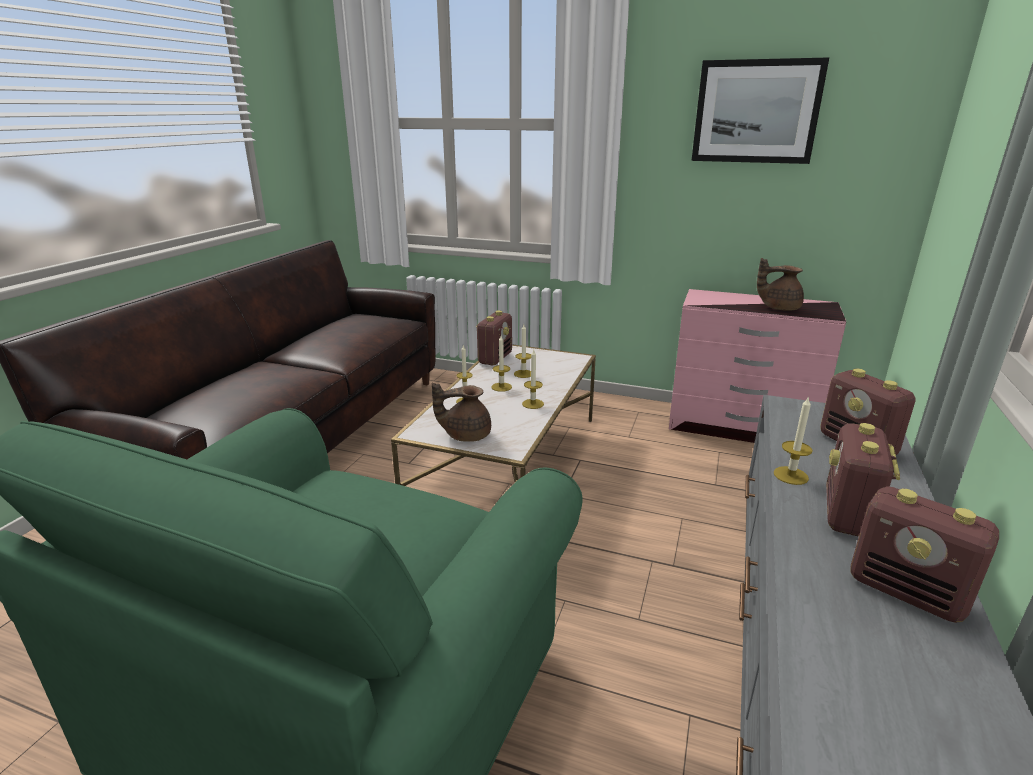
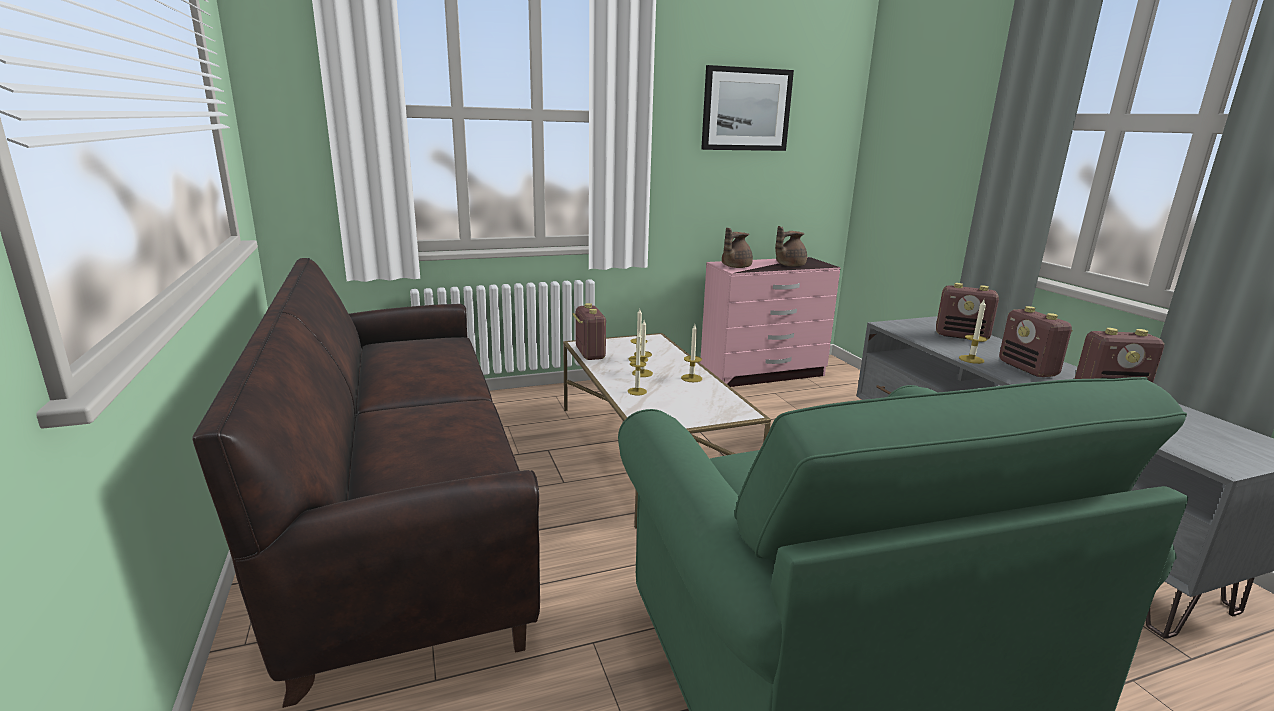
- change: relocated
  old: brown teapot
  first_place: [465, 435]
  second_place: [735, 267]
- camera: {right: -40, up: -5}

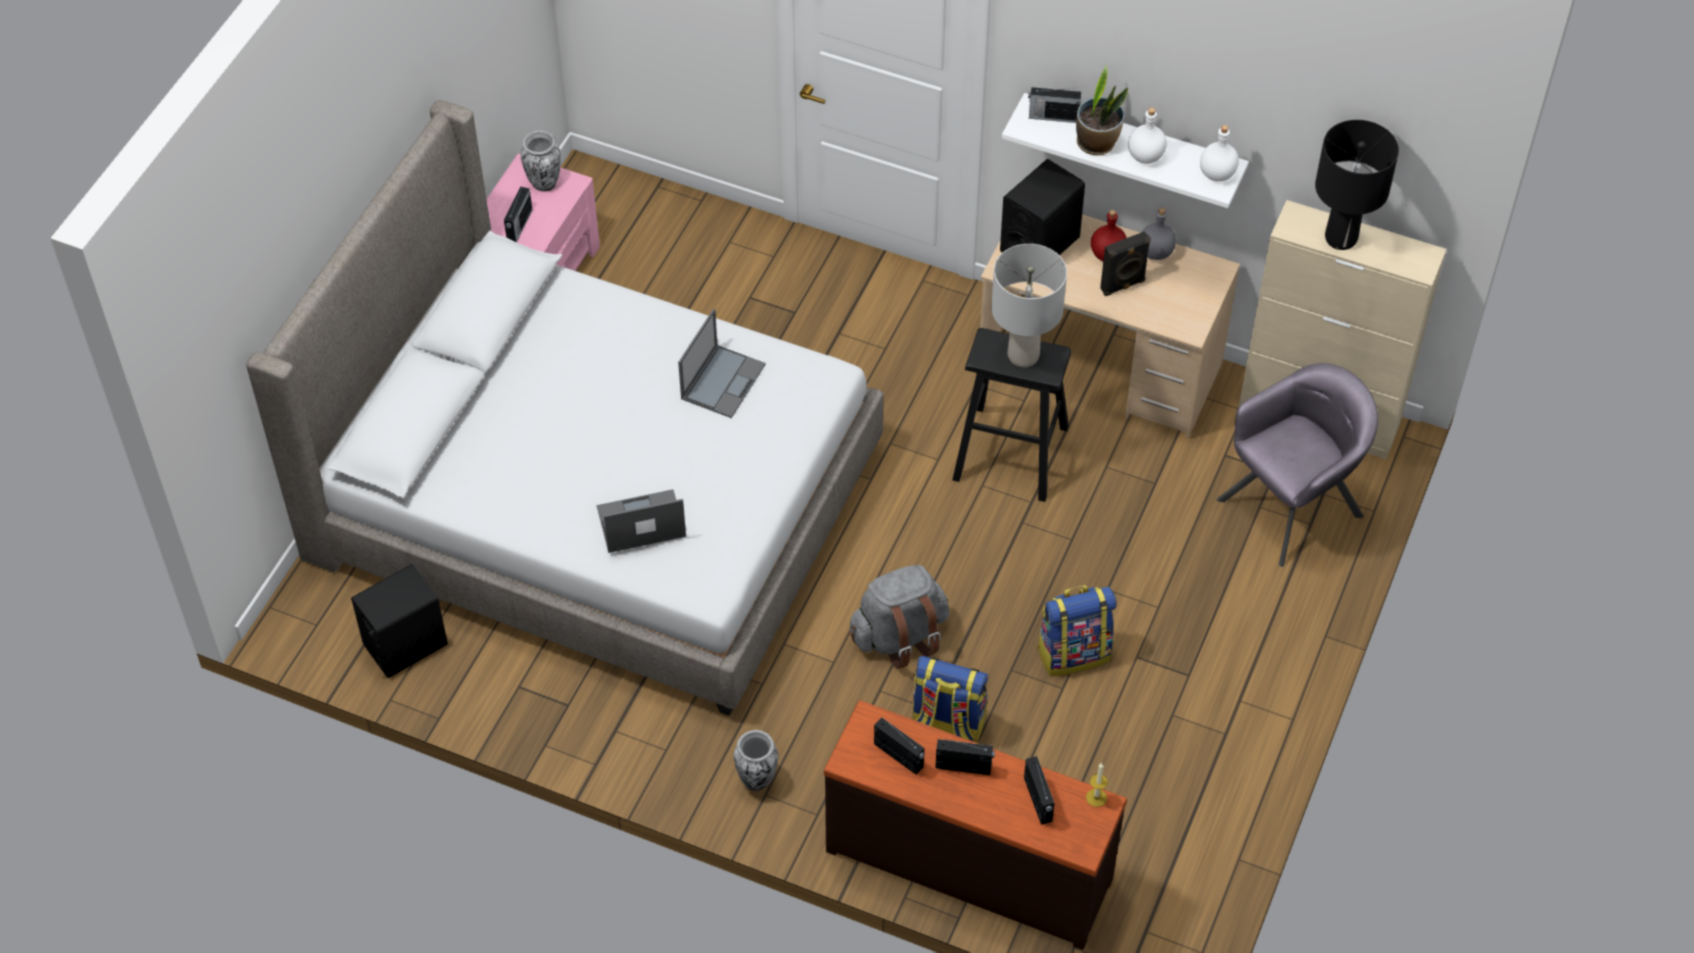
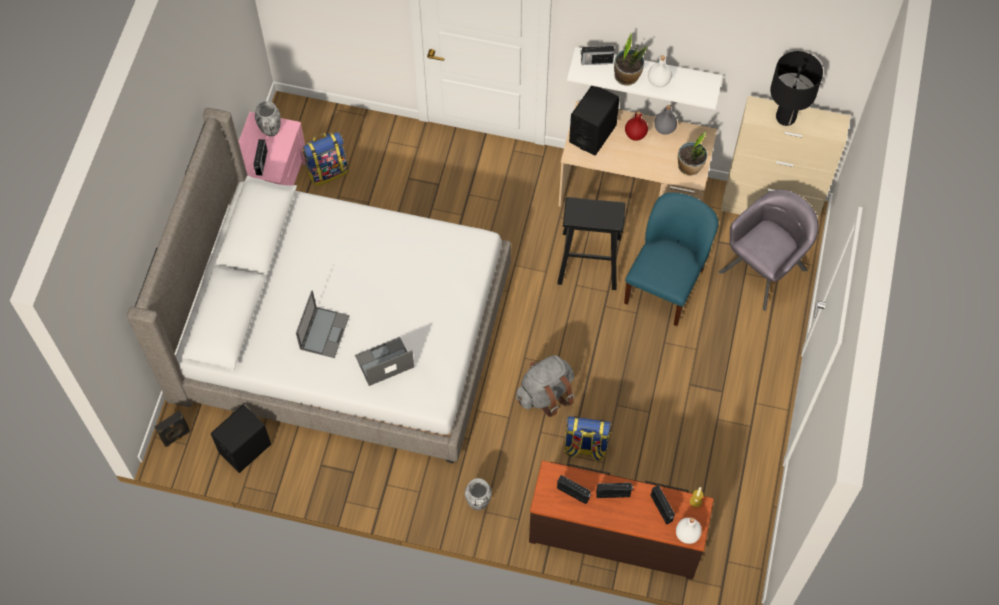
- change: relocated
  old: laptop
  first_place: [723, 380]
  second_place: [324, 332]
- change: missing
  old: grey table lamp
  first_place: [1023, 355]
- change: relocated
  old: backpack
  first_place: [1074, 653]
  second_place: [327, 171]
- change: relocated
  old: black speaker
  first_place: [1123, 286]
  second_place: [176, 437]
- change: relocated
  old: white bottle
  first_place: [1217, 173]
  second_place: [687, 534]
- change: appeared
  new: blue chair
  second_place: [665, 285]
- change: appeared
  new: potted plant
  second_place: [690, 167]
- camera: {right: -10, up: 10}

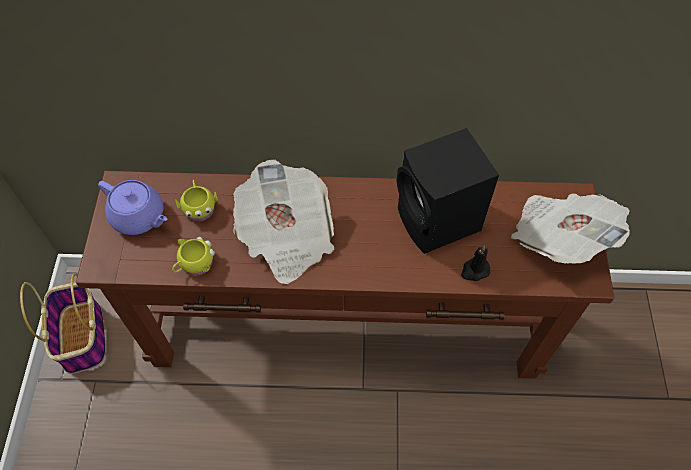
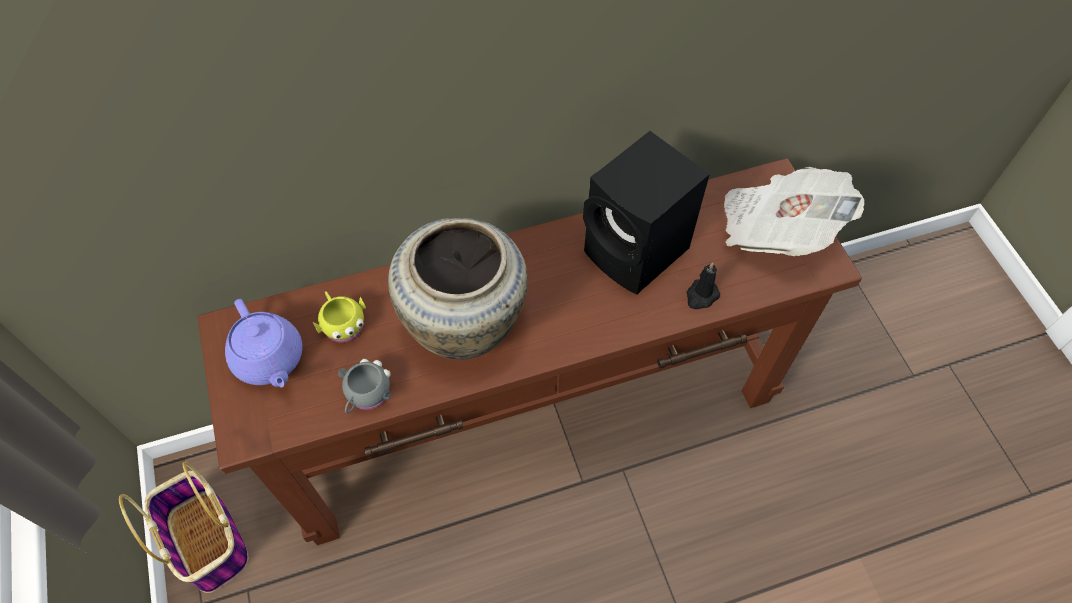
- change: spun
  old: purple teapot
  first_place: [139, 217]
  second_place: [269, 359]
  degrees: 45
- change: colour
  old: yellow mug
  new: grey mug
  first_place: [194, 264]
  second_place: [366, 395]
- change: exchanged
  old: newspaper
  new: beige vase
  first_place: [286, 237]
  second_place: [466, 326]
- camera: {right: -20, up: 0}

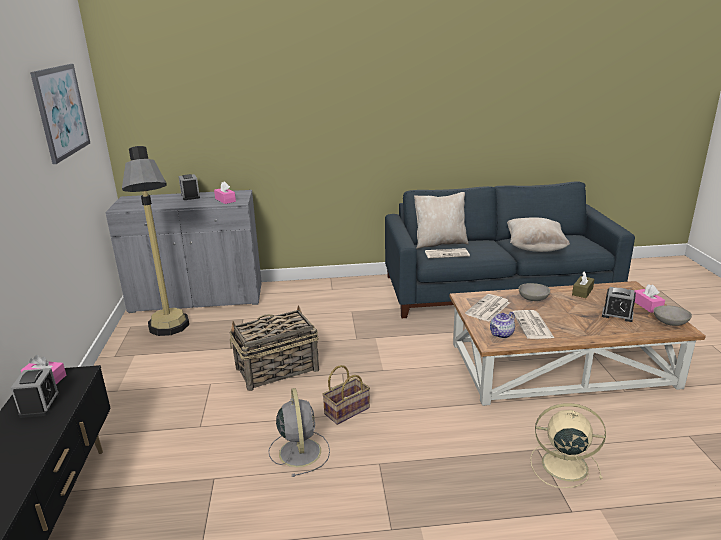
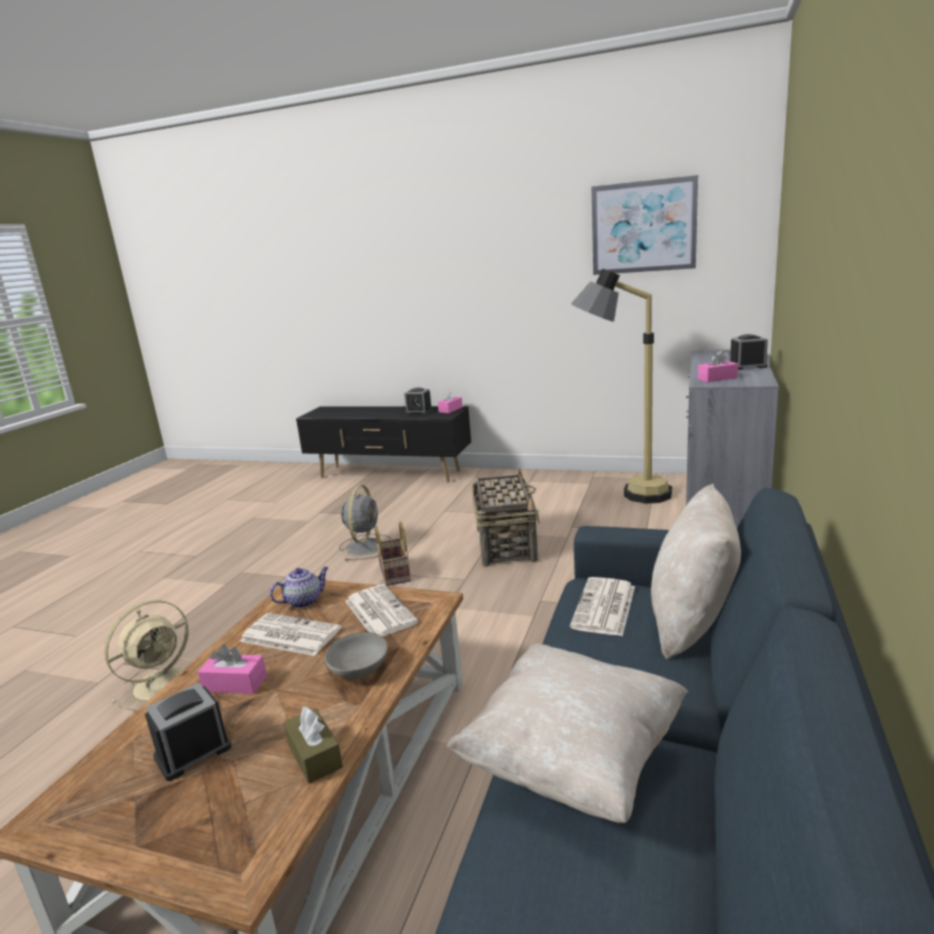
- change: spun
  old: grey fan
  first_place: [299, 451]
  second_place: [366, 546]
  degrees: -90
- change: spun
  old: teapot
  first_place: [501, 334]
  second_place: [304, 601]
  degrees: 75
- change: relocated
  old: pink tissue box
  first_place: [647, 305]
  second_place: [235, 683]
- change: missing
  old: grey bowl
  first_place: [670, 323]
- camera: {right: 115, up: -5}

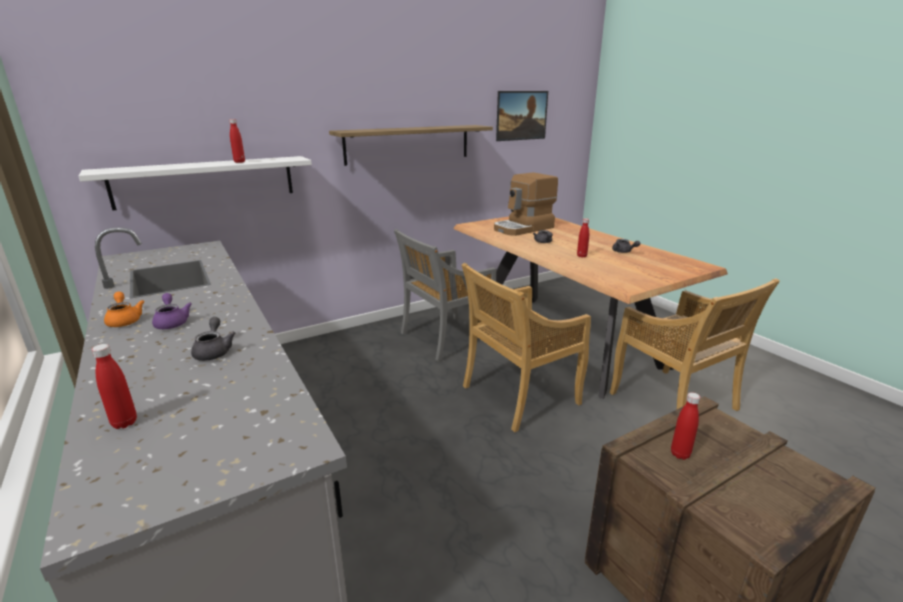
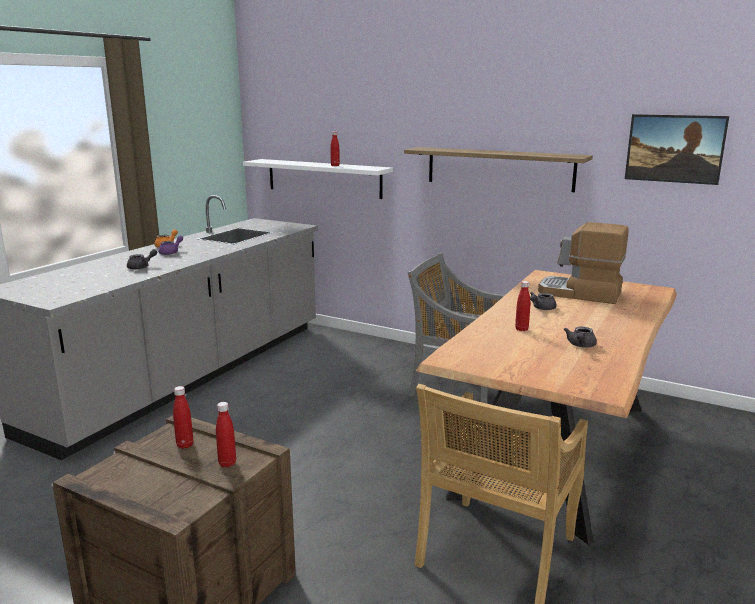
- change: relocated
  old: red bottle
  first_place: [124, 423]
  second_place: [227, 463]
- change: missing
  old: beige chair
  first_place: [518, 396]
- camera: {right: 60, up: -5}

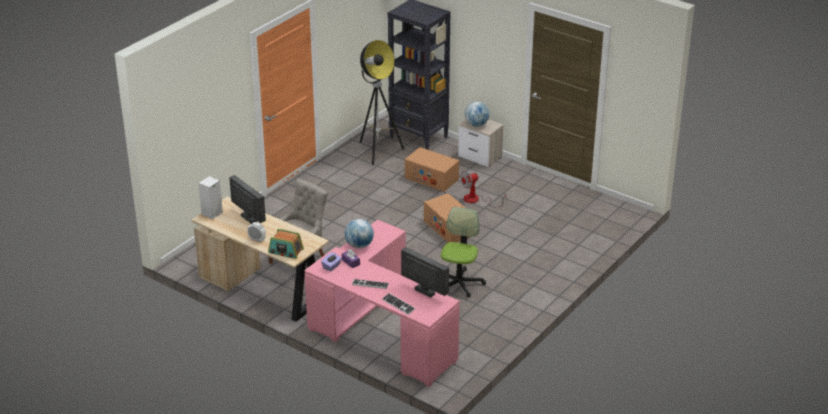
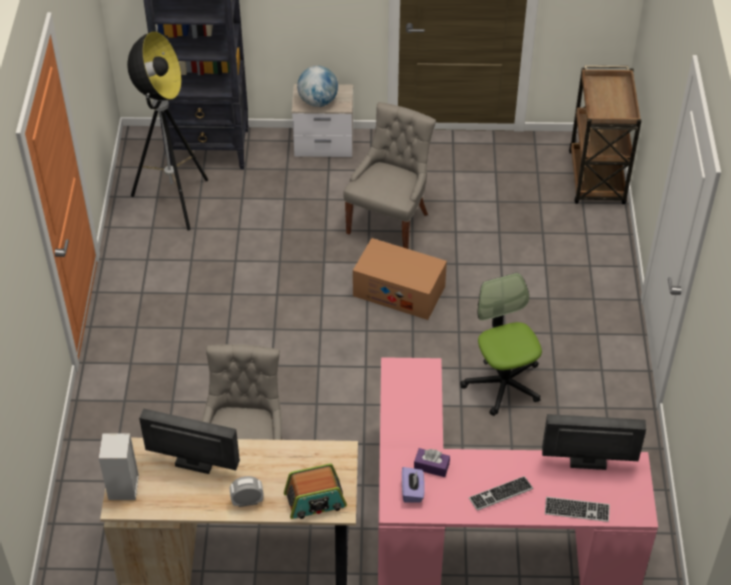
- change: missing
  old: globe
  first_place: [359, 245]
- change: missing
  old: cardboard box
  first_place: [431, 178]
- change: exchanged
  old: fan
  new: grey chair
  first_place: [477, 200]
  second_place: [390, 222]
- change: appeared
  new: brown cart
  second_place: [597, 179]
- camera: {right: -35, up: 15}

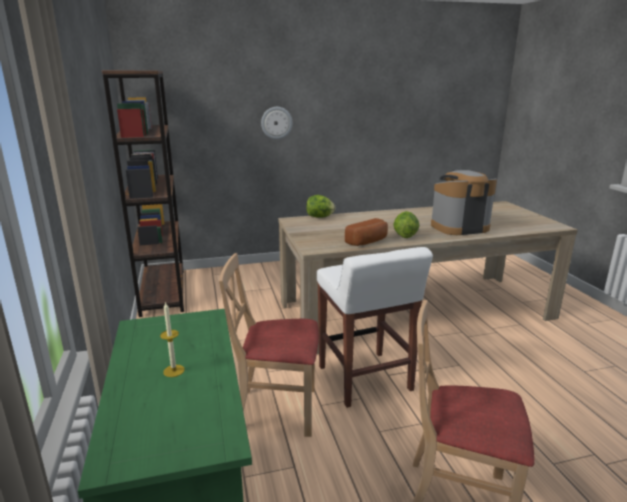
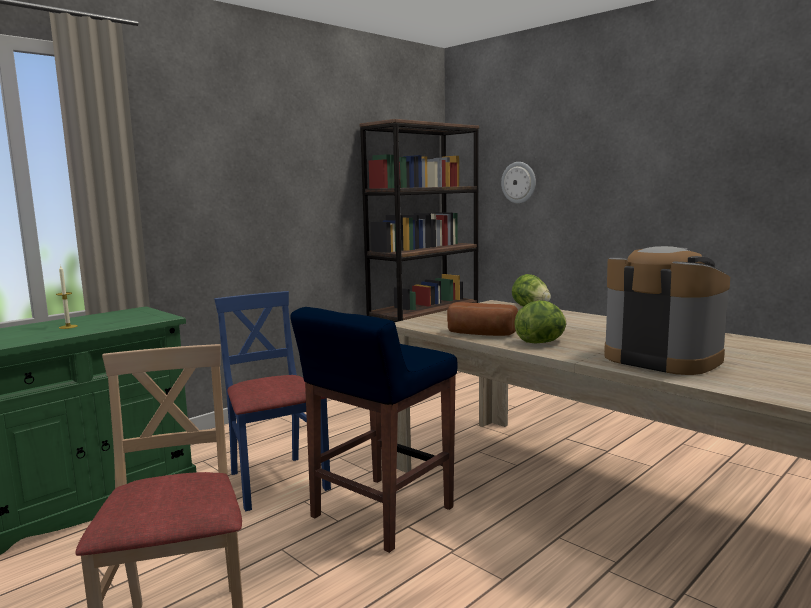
- change: colour
  old: beige chair
  new: blue chair
  first_place: [277, 410]
  second_place: [277, 481]
- change: relocated
  old: wall clock
  first_place: [276, 123]
  second_place: [519, 182]
- change: colour
  old: white stool
  new: blue stool
  first_place: [365, 379]
  second_place: [380, 513]
- camera: {right: 60, up: -10}

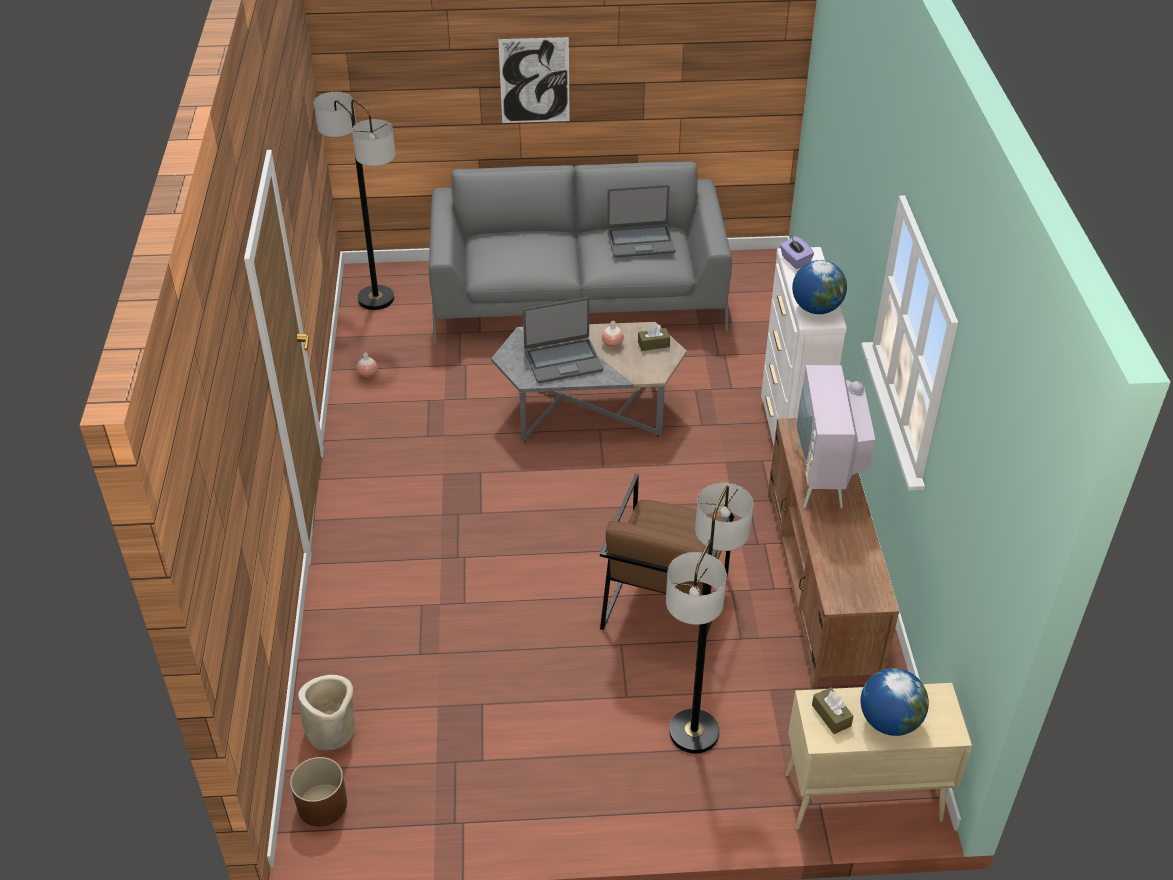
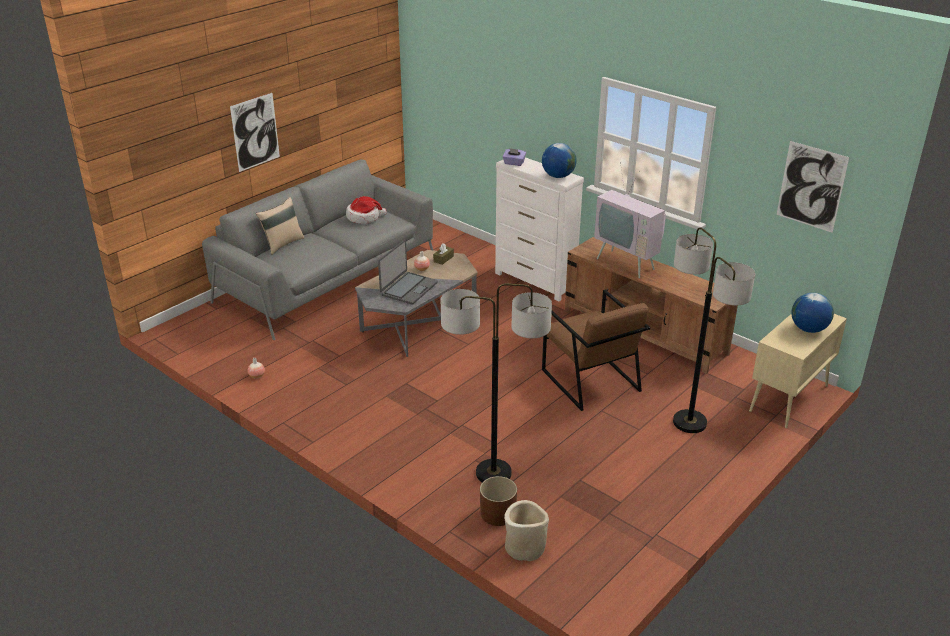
- change: relocated
  old: brown planter
  first_place: [322, 805]
  second_place: [498, 513]
- change: relocated
  old: floor lamp
  first_place: [376, 298]
  second_place: [493, 473]
- change: exchanged
  old: laptop
  new: hat
  first_place: [640, 241]
  second_place: [364, 217]
- change: missing
  old: brown tissue box
  first_place: [831, 715]
- change: appeared
  new: beige pillow
  second_place: [282, 244]
- change: appeared
  new: picture
  second_place: [811, 187]
- camera: {right: -45, up: -10}

